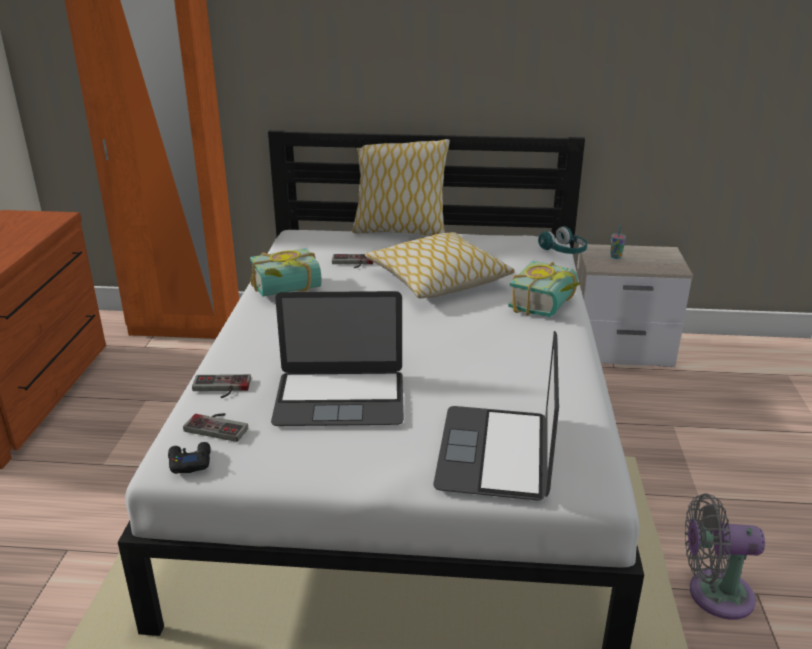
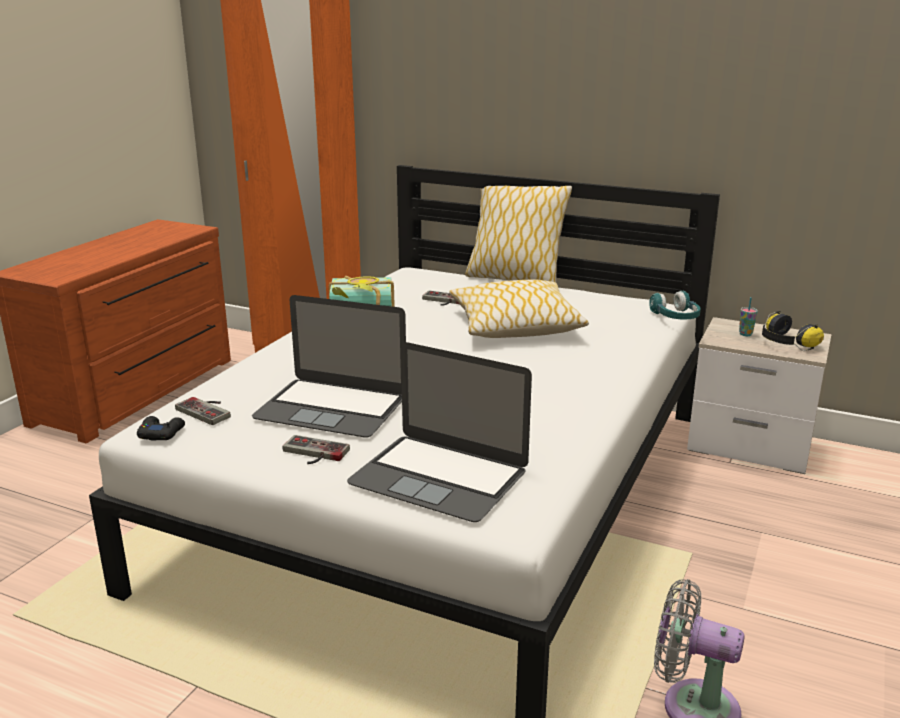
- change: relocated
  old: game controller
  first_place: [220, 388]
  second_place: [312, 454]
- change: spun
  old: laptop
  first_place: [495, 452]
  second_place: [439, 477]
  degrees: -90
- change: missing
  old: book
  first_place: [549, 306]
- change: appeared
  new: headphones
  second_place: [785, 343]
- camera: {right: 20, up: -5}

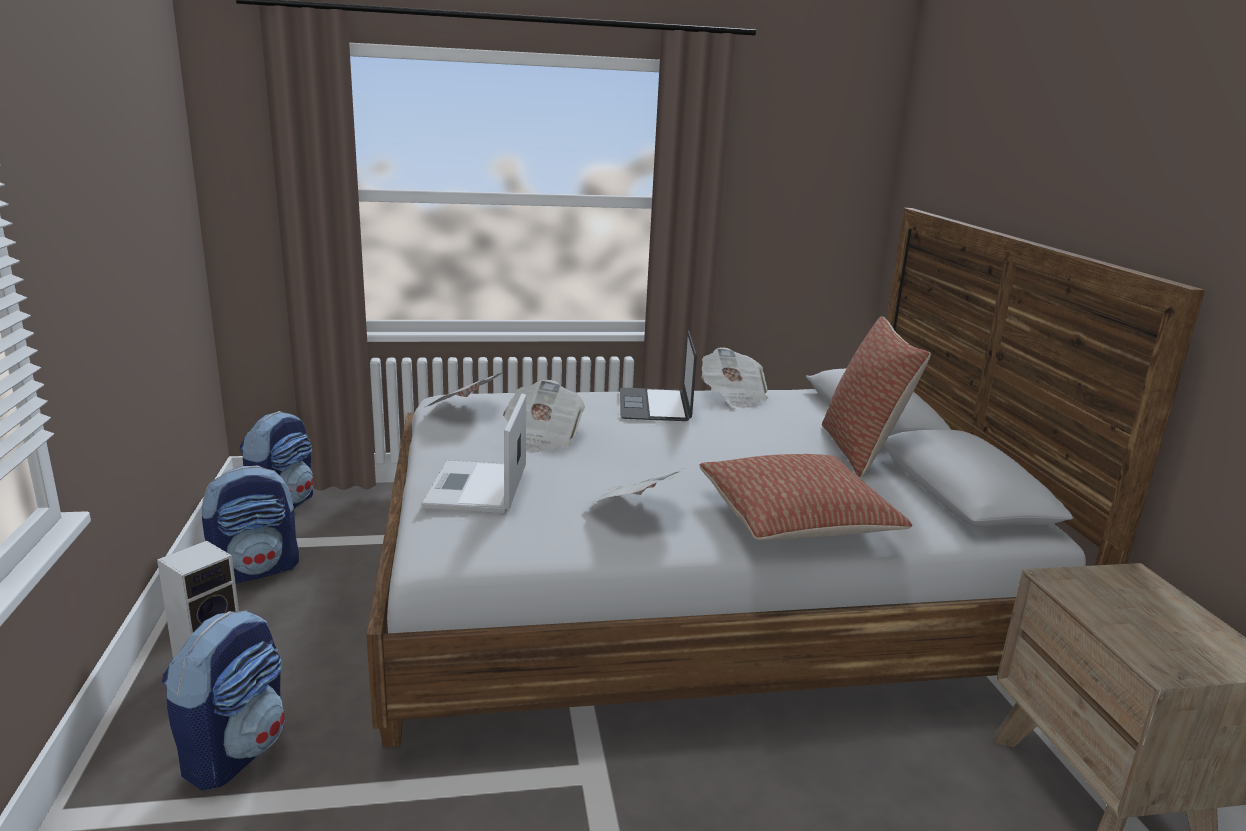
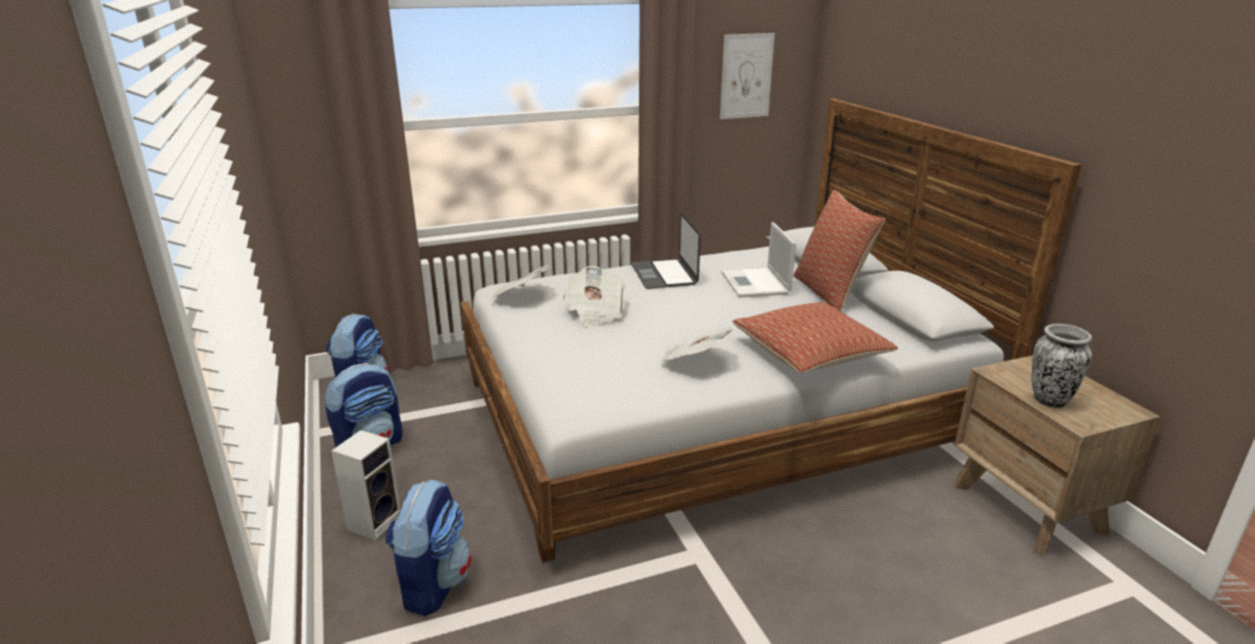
- change: relocated
  old: laptop
  first_place: [476, 488]
  second_place: [755, 284]
- change: missing
  old: newspaper
  first_place: [733, 397]
- change: appeared
  new: picture
  second_place: [746, 76]
- change: appeared
  new: vase
  second_place: [1049, 400]
- camera: {right: -10, up: 5}

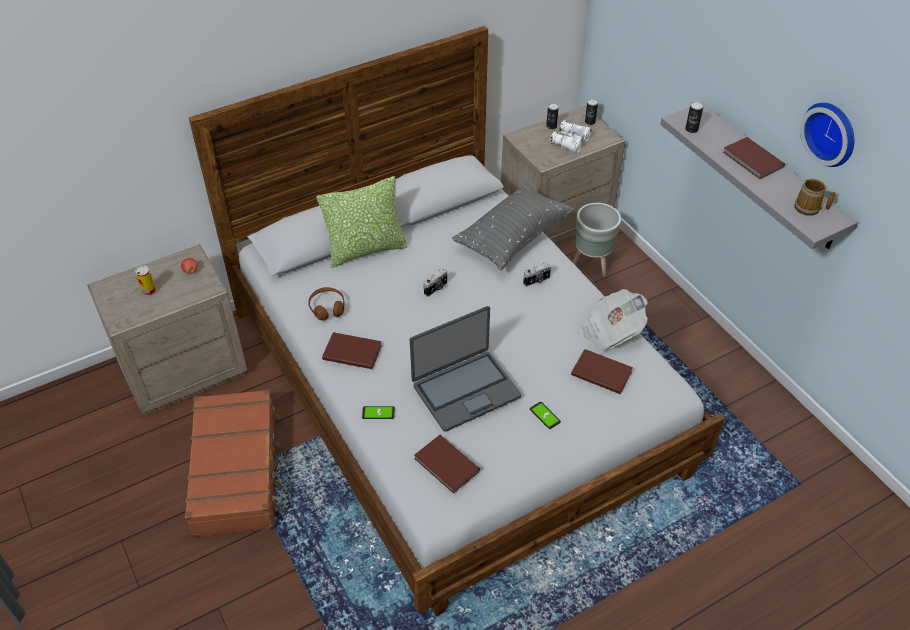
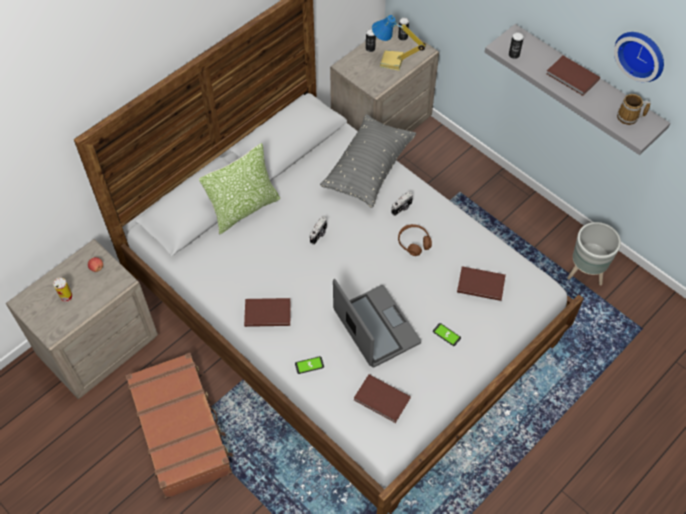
- change: relocated
  old: brown headphones
  first_place: [327, 308]
  second_place: [414, 243]
- change: spun
  old: laptop
  first_place: [465, 390]
  second_place: [375, 327]
  degrees: -75
- change: exchanged
  old: white binoculars
  new: table lamp
  first_place: [570, 142]
  second_place: [391, 62]
- change: relocated
  old: grey planter
  first_place: [592, 265]
  second_place: [585, 273]
- change: missing
  old: newspaper
  first_place: [610, 331]
- camera: {right: -15, up: 10}

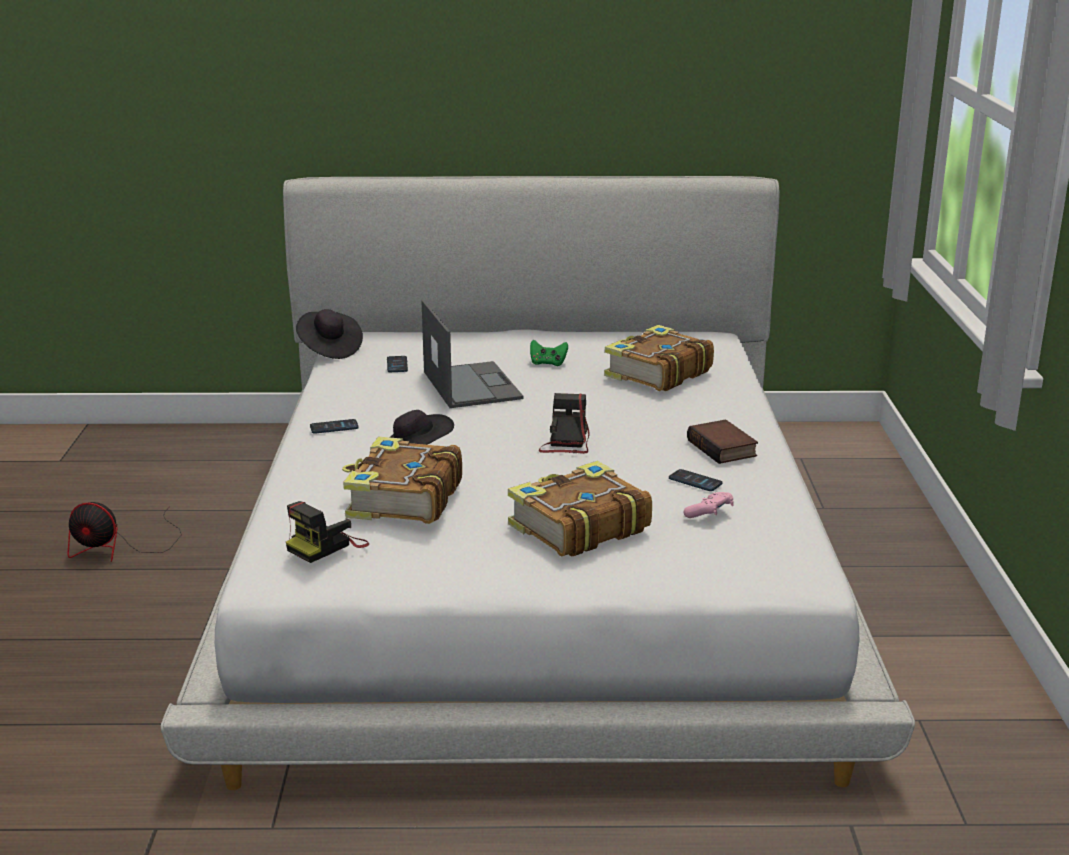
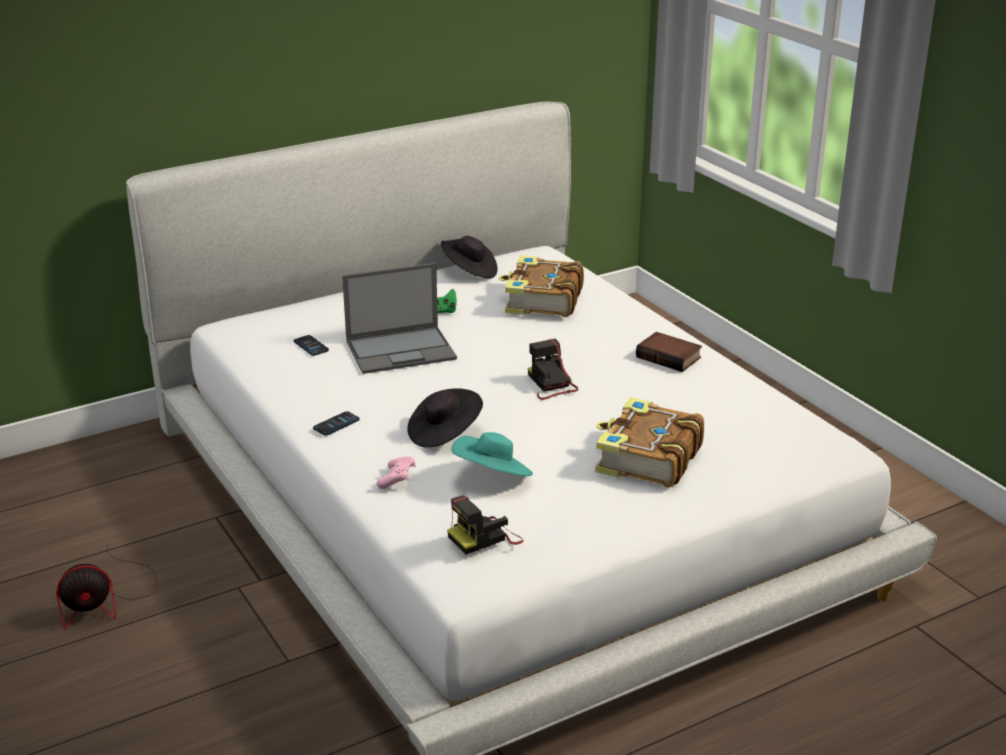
- change: spun
  old: photo camera
  first_place: [327, 546]
  second_place: [485, 537]
  degrees: 45
- change: relocated
  old: black hat
  first_place: [329, 349]
  second_place: [470, 271]
- change: exchanged
  old: book
  new: turquoise hat
  first_place: [403, 499]
  second_place: [493, 476]
- change: spun
  old: laptop
  first_place: [471, 385]
  second_place: [402, 350]
  degrees: 120
- change: missing
  old: phone
  first_place: [695, 481]
- change: relocated
  old: pink game controller
  first_place: [710, 514]
  second_place: [397, 479]
- camera: {right: -30, up: 5}

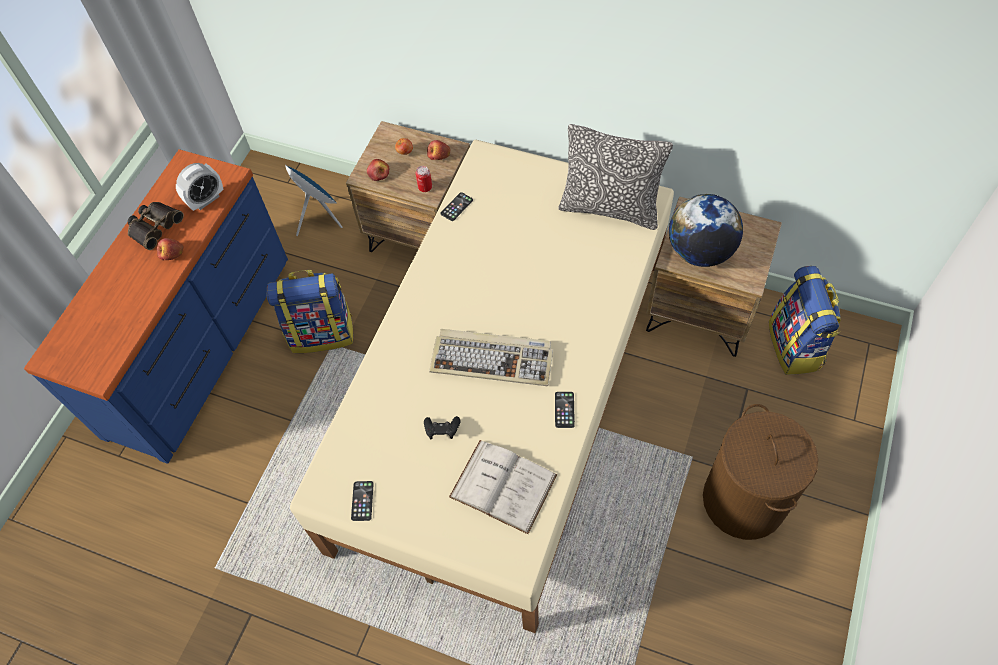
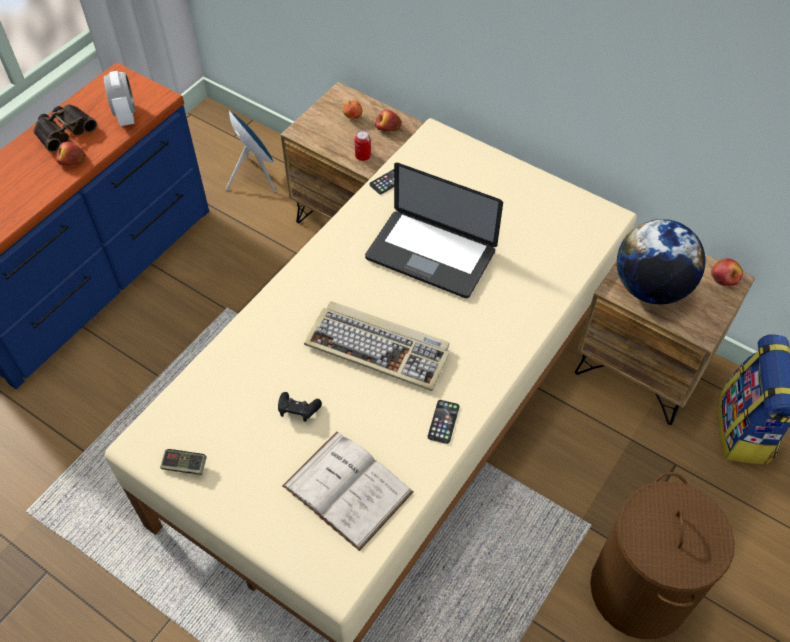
- change: spun
  old: alarm clock
  first_place: [206, 200]
  second_place: [126, 116]
  degrees: -75
- change: missing
  old: backpack
  first_place: [322, 332]
- change: exchanged
  old: phone
  new: game controller
  first_place: [362, 501]
  second_place: [185, 466]
- change: relocated
  old: apple
  first_place: [378, 173]
  second_place: [725, 276]
- change: missing
  old: pillow
  first_place: [610, 208]
- change: appeared
  new: laptop
  second_place: [430, 255]
- camera: {right: 10, up: -5}

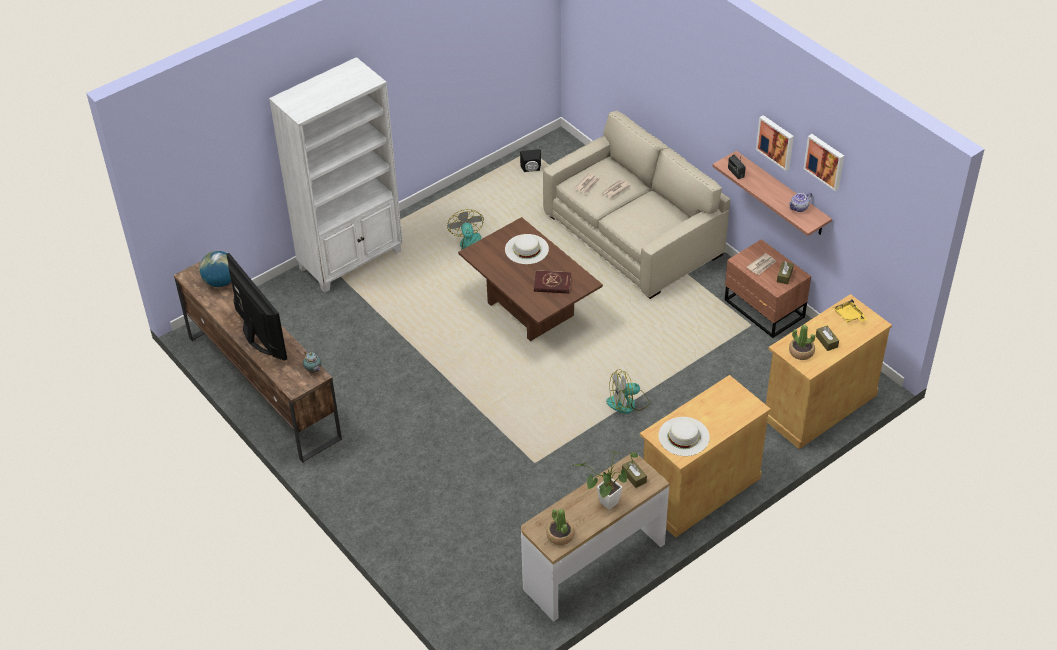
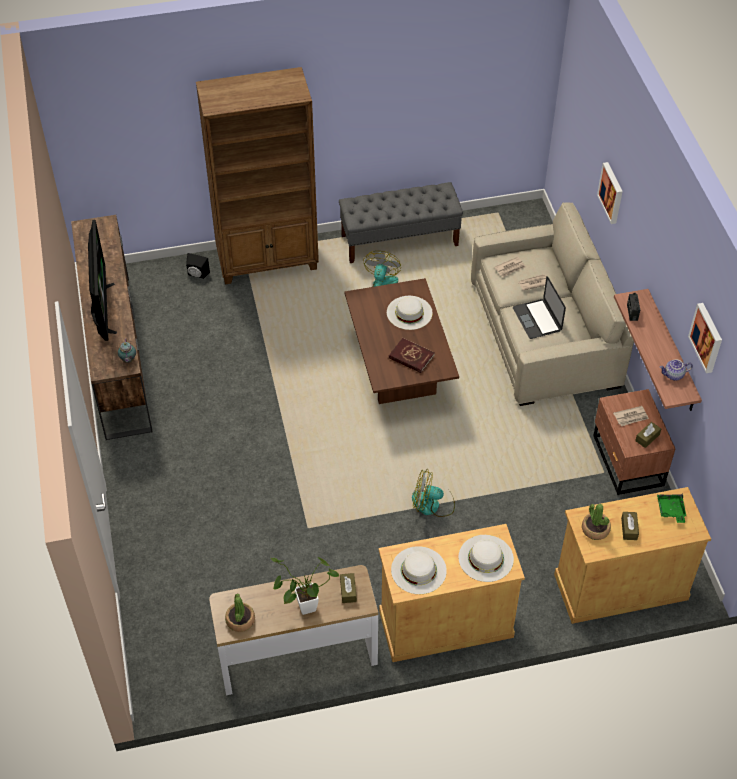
- change: missing
  old: globe
  first_place: [220, 282]
- change: colour
  old: white bookcase
  new: brown bookcase
  first_place: [351, 260]
  second_place: [268, 261]
- change: relocated
  old: black speaker
  first_place: [531, 169]
  second_place: [197, 275]
- change: relocated
  old: picture
  first_place: [776, 142]
  second_place: [612, 192]
- change: colour
  old: yellow tray
  new: green tray
  first_place: [849, 316]
  second_place: [671, 510]
- change: appeared
  new: grey bench
  second_place: [400, 240]
- change: appeared
  new: white hat
  second_place: [486, 558]
- change: appeared
  new: laptop
  second_place: [537, 319]
- camera: {right: 25, up: 5}

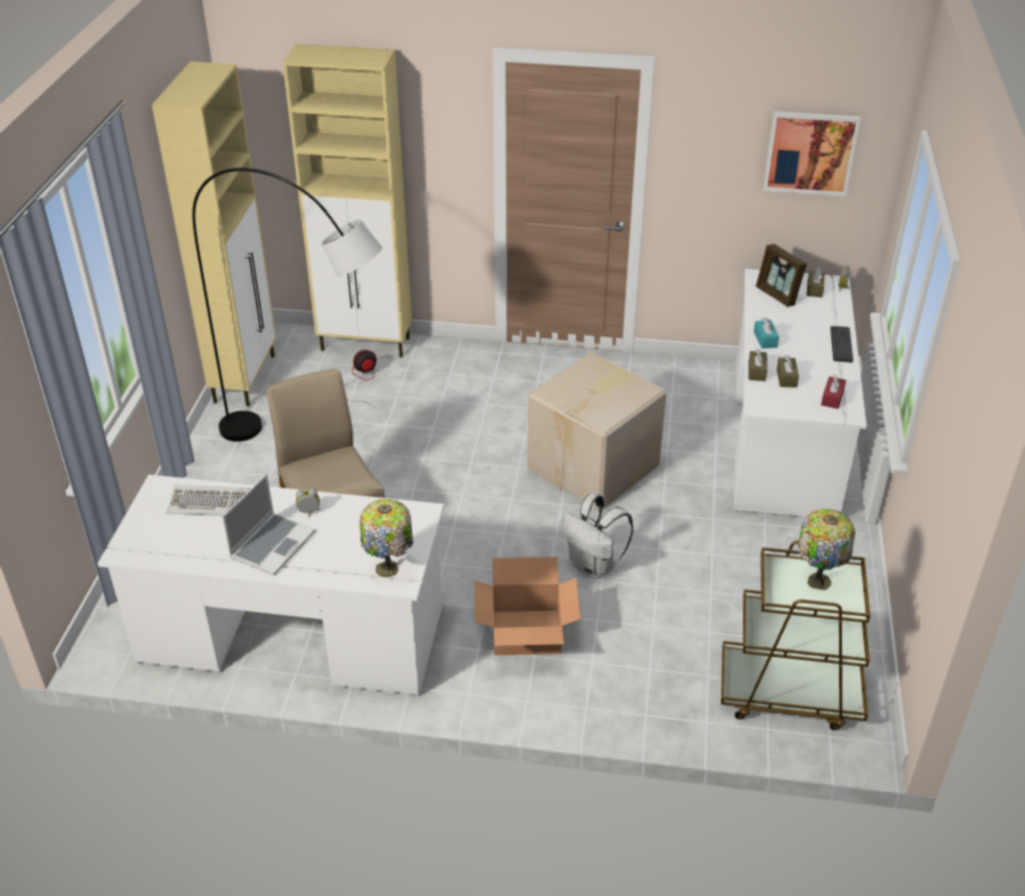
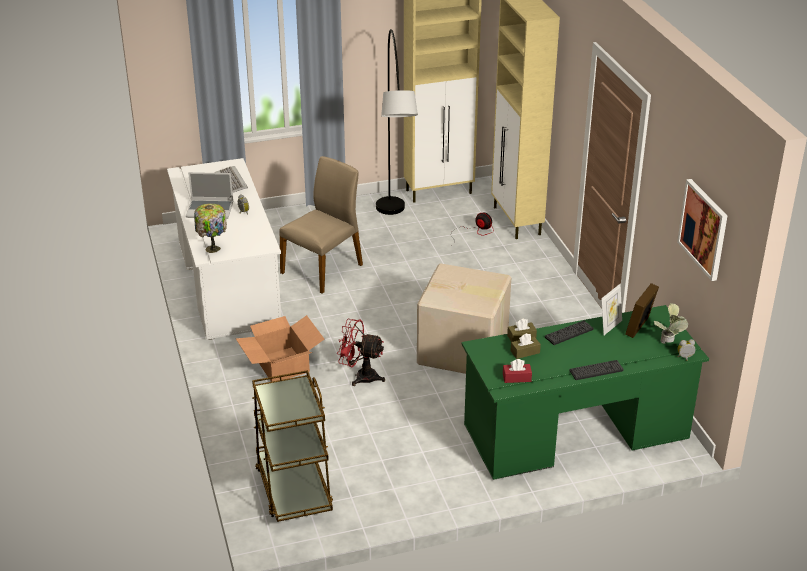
- change: exchanged
  old: white backpack
  new: red fan
  first_place: [594, 566]
  second_place: [360, 376]
- change: colour
  old: white desk
  new: green desk
  first_place: [784, 438]
  second_place: [576, 433]
- change: exchanged
  old: turquoise tissue box
  new: keyboard
  first_place: [765, 339]
  second_place: [569, 333]
- change: missing
  old: table lamp
  first_place: [818, 579]
- change: exchanged
  old: brown tissue box
  new: potted plant
  first_place: [814, 289]
  second_place: [668, 344]
- change: appeared
  new: picture frame
  second_place: [610, 326]
- camera: {right: 65, up: -5}

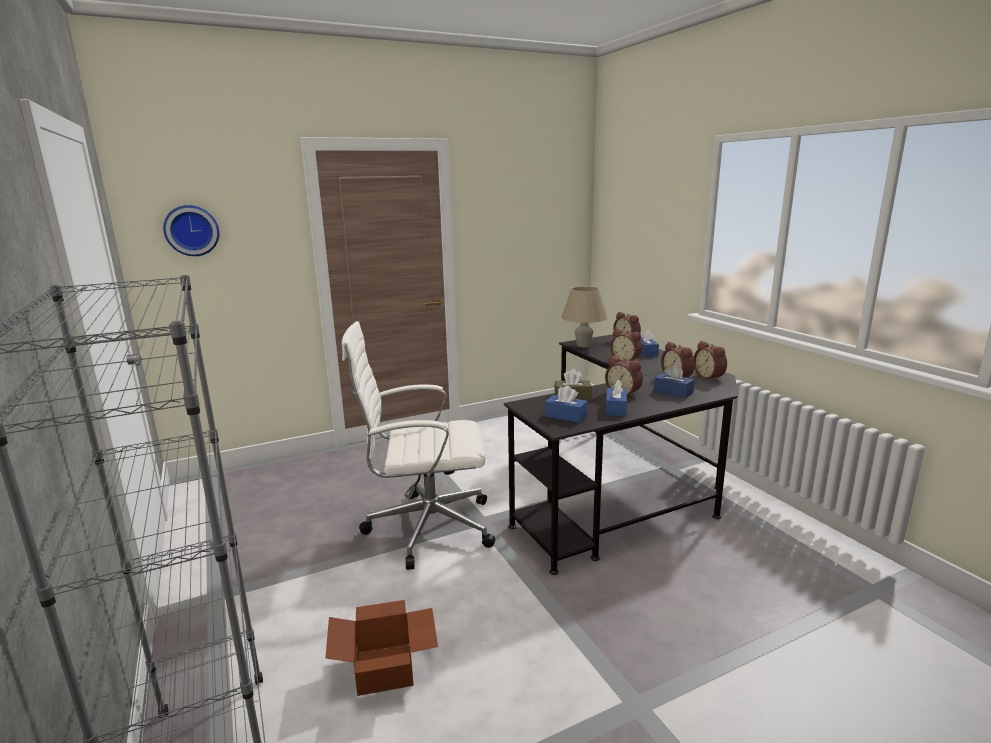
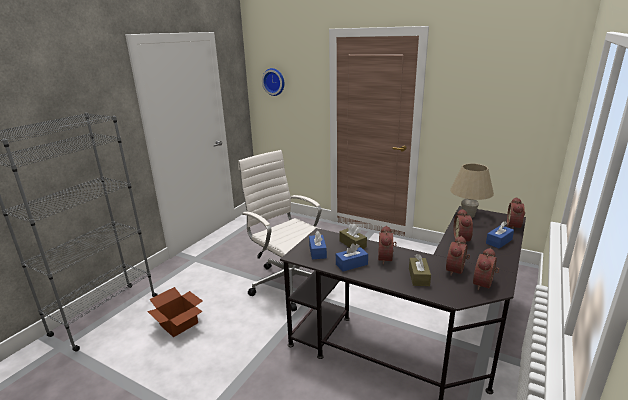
- change: colour
  old: blue tissue box
  new: brown tissue box
  first_place: [673, 392]
  second_place: [418, 277]
- camera: {right: 55, up: 5}

